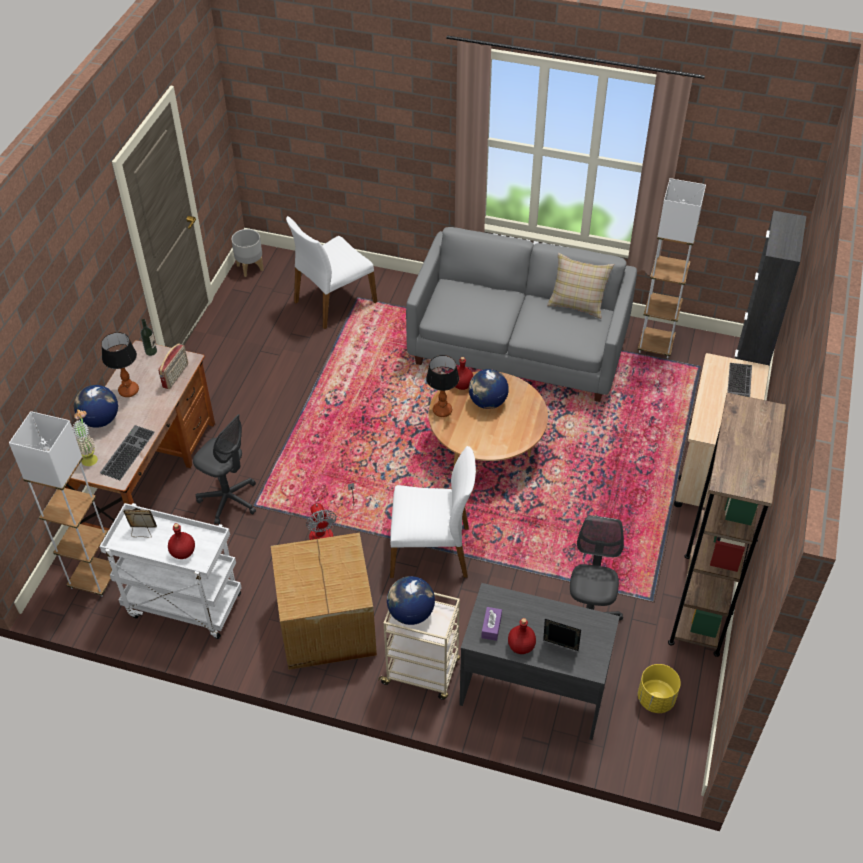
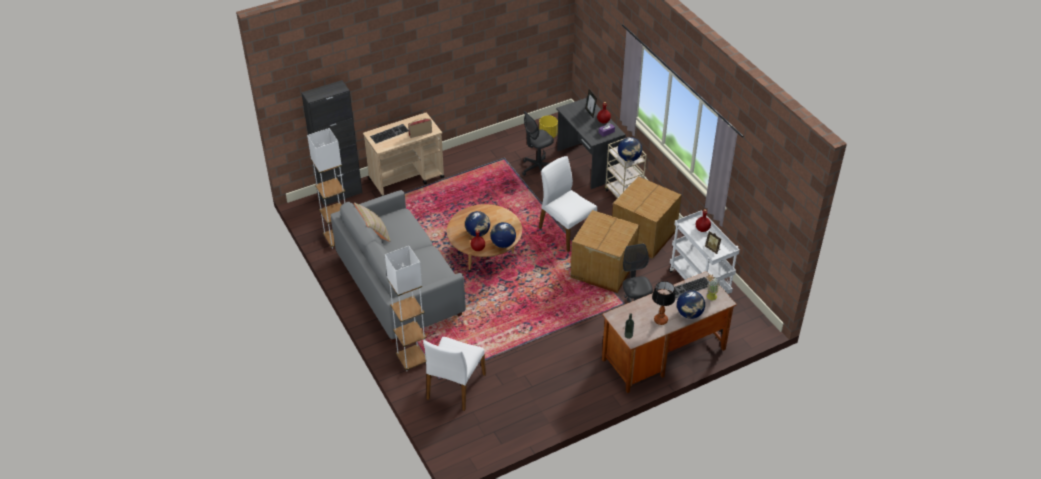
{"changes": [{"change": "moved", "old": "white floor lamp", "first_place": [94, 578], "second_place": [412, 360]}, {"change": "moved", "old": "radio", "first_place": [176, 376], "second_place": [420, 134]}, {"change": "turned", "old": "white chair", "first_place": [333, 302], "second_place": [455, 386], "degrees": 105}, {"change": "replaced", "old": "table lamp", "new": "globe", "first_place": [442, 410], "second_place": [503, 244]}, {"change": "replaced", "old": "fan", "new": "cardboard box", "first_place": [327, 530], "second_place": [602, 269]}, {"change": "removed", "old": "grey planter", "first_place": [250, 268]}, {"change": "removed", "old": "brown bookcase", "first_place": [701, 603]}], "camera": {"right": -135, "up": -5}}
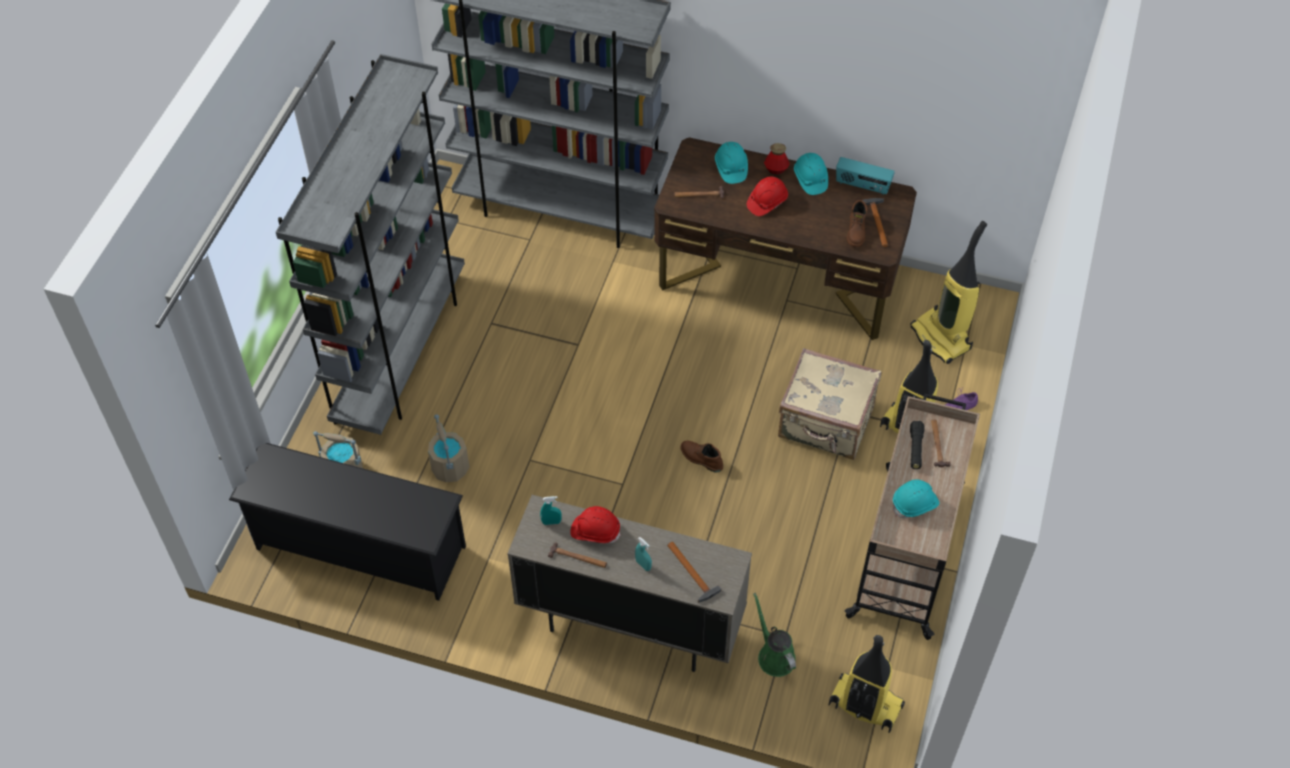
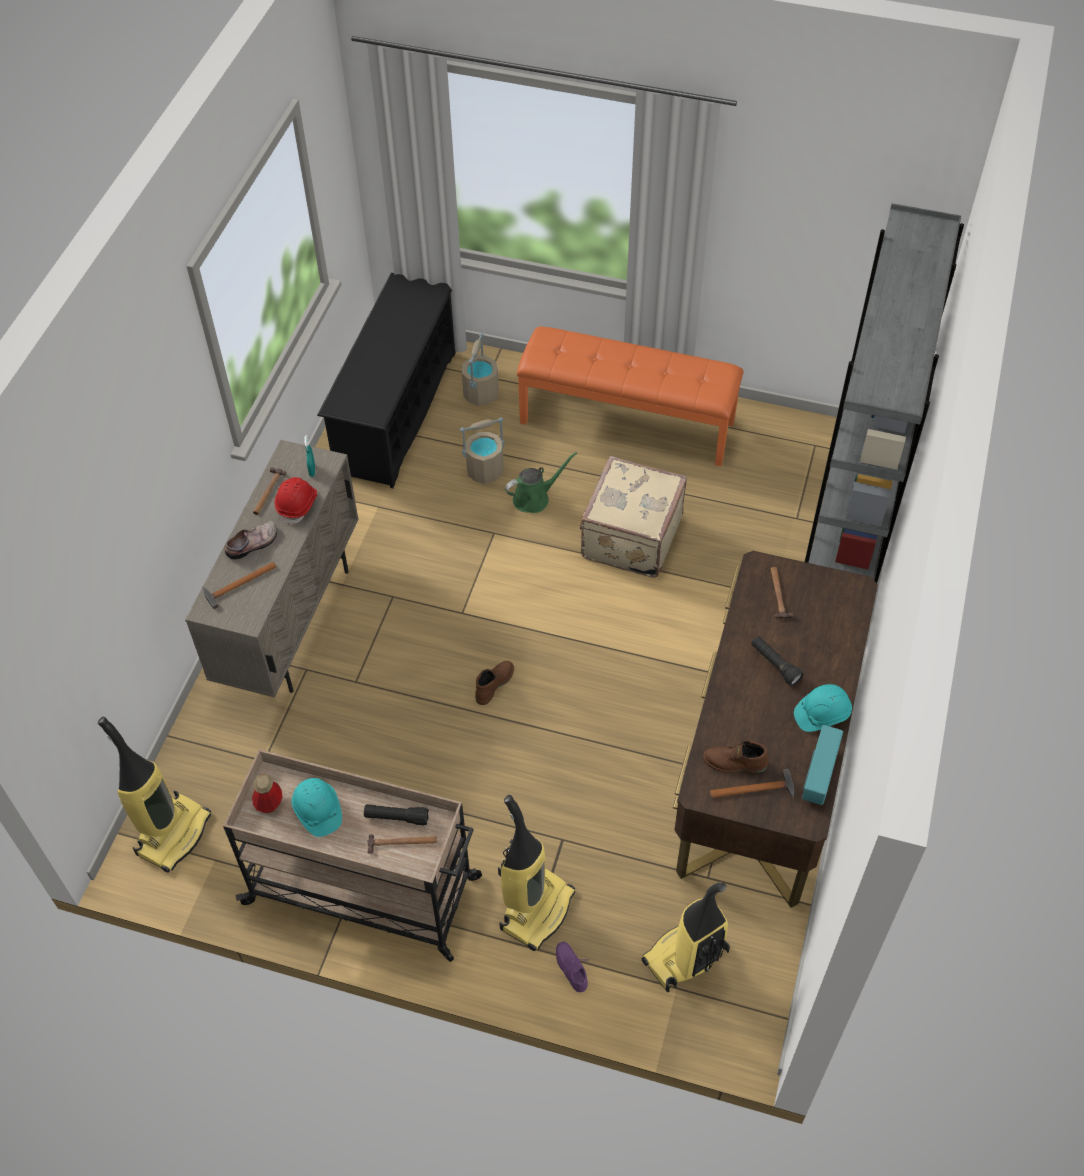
{"changes": [{"change": "replaced", "old": "turquoise spray bottle", "new": "shoe", "first_place": [643, 565], "second_place": [253, 544]}, {"change": "moved", "old": "bottle", "first_place": [776, 169], "second_place": [269, 803]}, {"change": "moved", "old": "green watering can", "first_place": [774, 655], "second_place": [534, 498]}, {"change": "replaced", "old": "grey bookcase", "new": "orange bench", "first_place": [401, 352], "second_place": [627, 421]}, {"change": "moved", "old": "beige suitcase", "first_place": [826, 423], "second_place": [629, 537]}, {"change": "replaced", "old": "red hard hat", "new": "black flashlight", "first_place": [767, 202], "second_place": [774, 665]}, {"change": "removed", "old": "turquoise hard hat", "first_place": [730, 168]}], "camera": {"right": 90, "up": 0}}
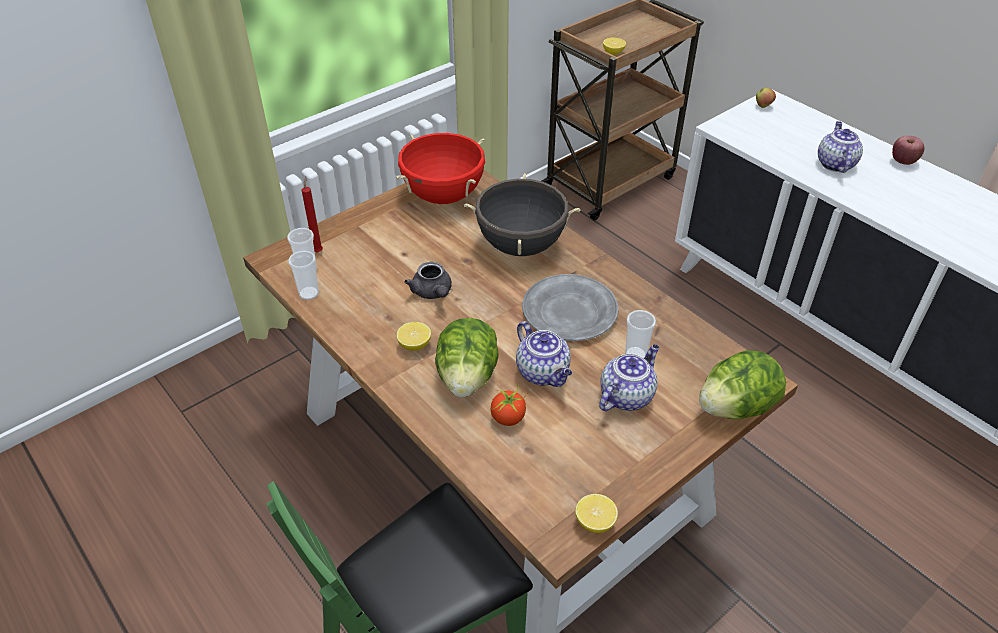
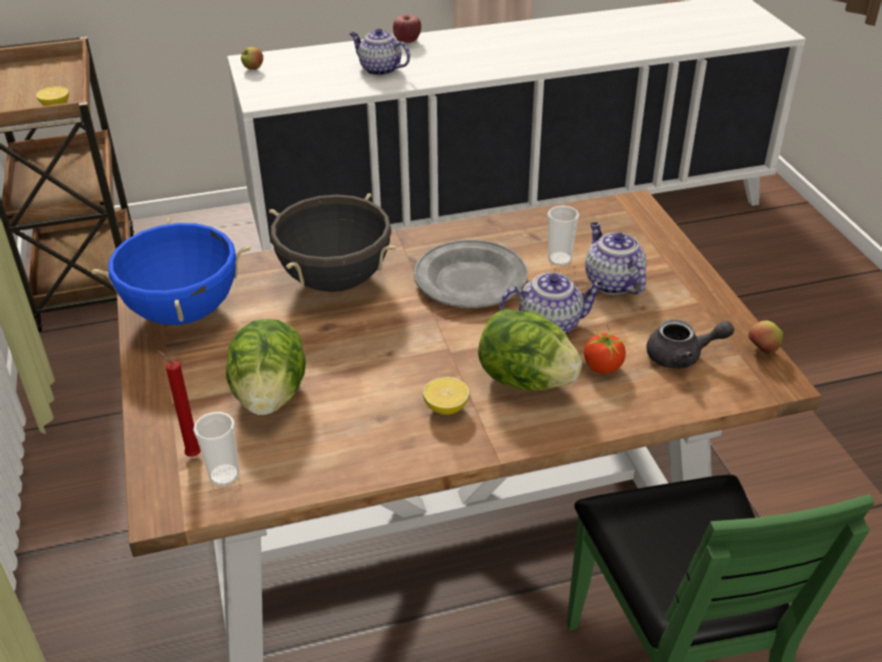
{"changes": [{"change": "recoloured", "old": "red cooking pot", "new": "blue cooking pot", "first_place": [443, 196], "second_place": [183, 312]}, {"change": "moved", "old": "lettuce", "first_place": [736, 407], "second_place": [270, 396]}, {"change": "moved", "old": "grey teapot", "first_place": [433, 293], "second_place": [682, 356]}, {"change": "replaced", "old": "lemon", "new": "apple", "first_place": [595, 522], "second_place": [762, 350]}, {"change": "removed", "old": "cup", "first_place": [309, 293]}], "camera": {"right": -65, "up": -5}}
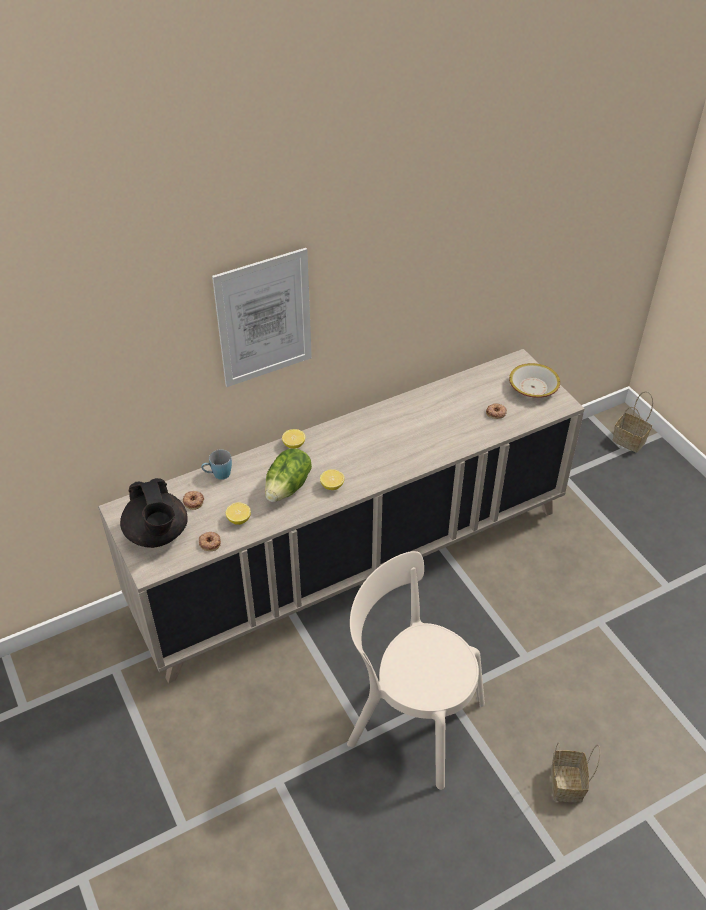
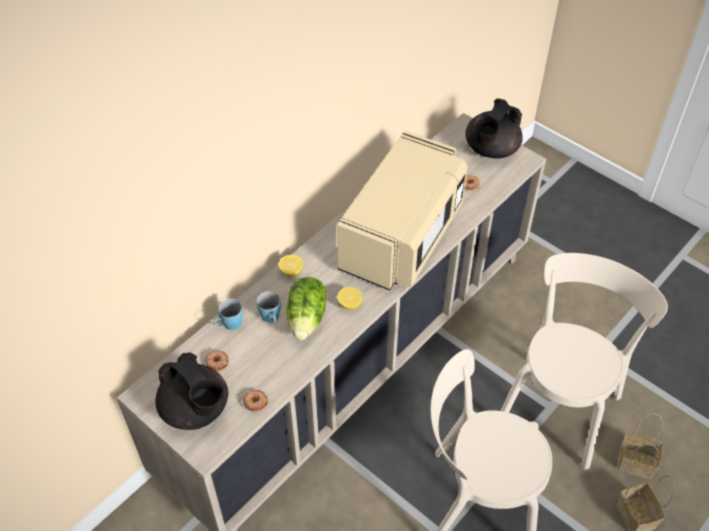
{"changes": [{"change": "added", "new": "blue mug", "second_place": [271, 319]}, {"change": "added", "new": "beige microwave", "second_place": [402, 237]}, {"change": "replaced", "old": "bowl", "new": "black teapot", "first_place": [532, 387], "second_place": [490, 150]}, {"change": "added", "new": "beige chair", "second_place": [560, 405]}, {"change": "moved", "old": "basket", "first_place": [630, 441], "second_place": [637, 462]}, {"change": "removed", "old": "picture", "first_place": [264, 318]}, {"change": "removed", "old": "lemon", "first_place": [239, 519]}], "camera": {"right": -20, "up": 5}}
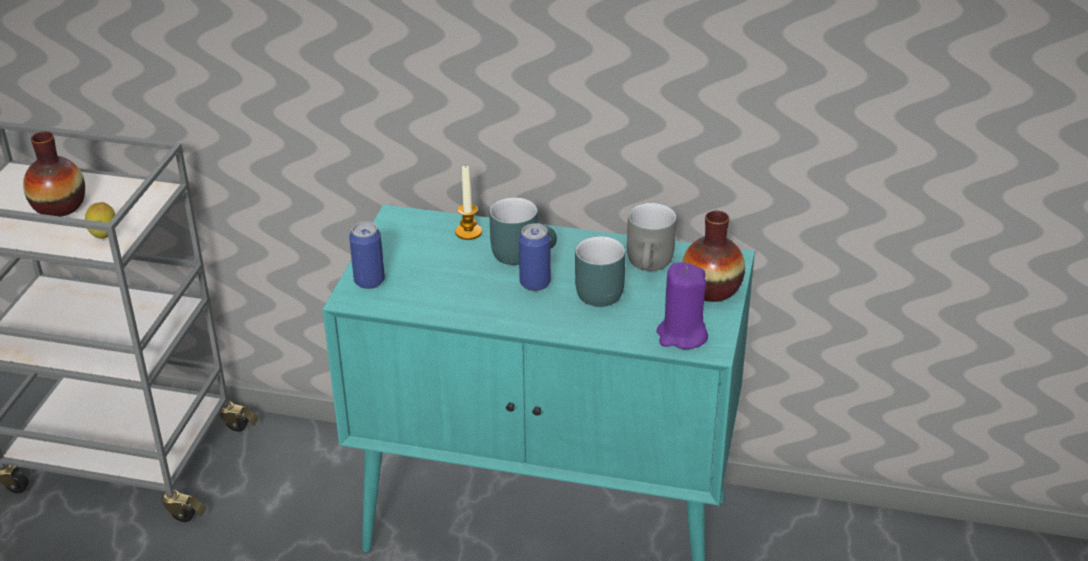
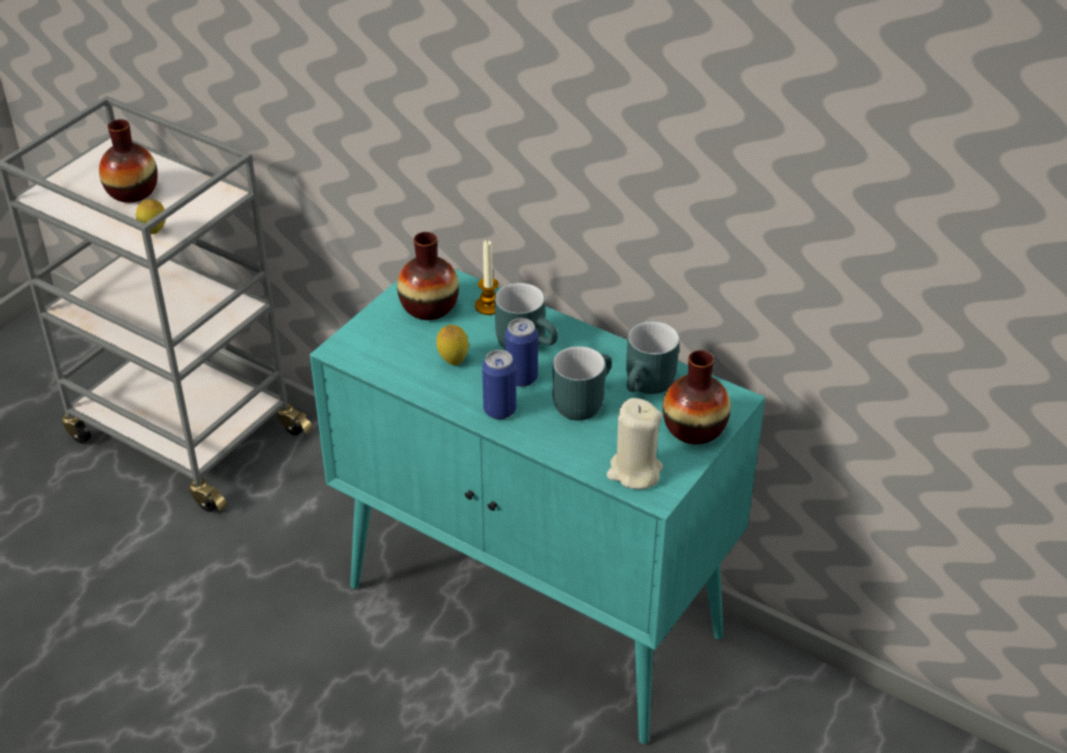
{"changes": [{"change": "added", "new": "vase", "second_place": [429, 307]}, {"change": "added", "new": "lemon", "second_place": [453, 361]}, {"change": "moved", "old": "can", "first_place": [369, 281], "second_place": [499, 410]}, {"change": "recoloured", "old": "purple candle", "new": "beige candle", "first_place": [681, 335], "second_place": [634, 472]}, {"change": "recoloured", "old": "grey mug", "new": "turquoise mug", "first_place": [652, 264], "second_place": [649, 386]}], "camera": {"right": 20, "up": 5}}
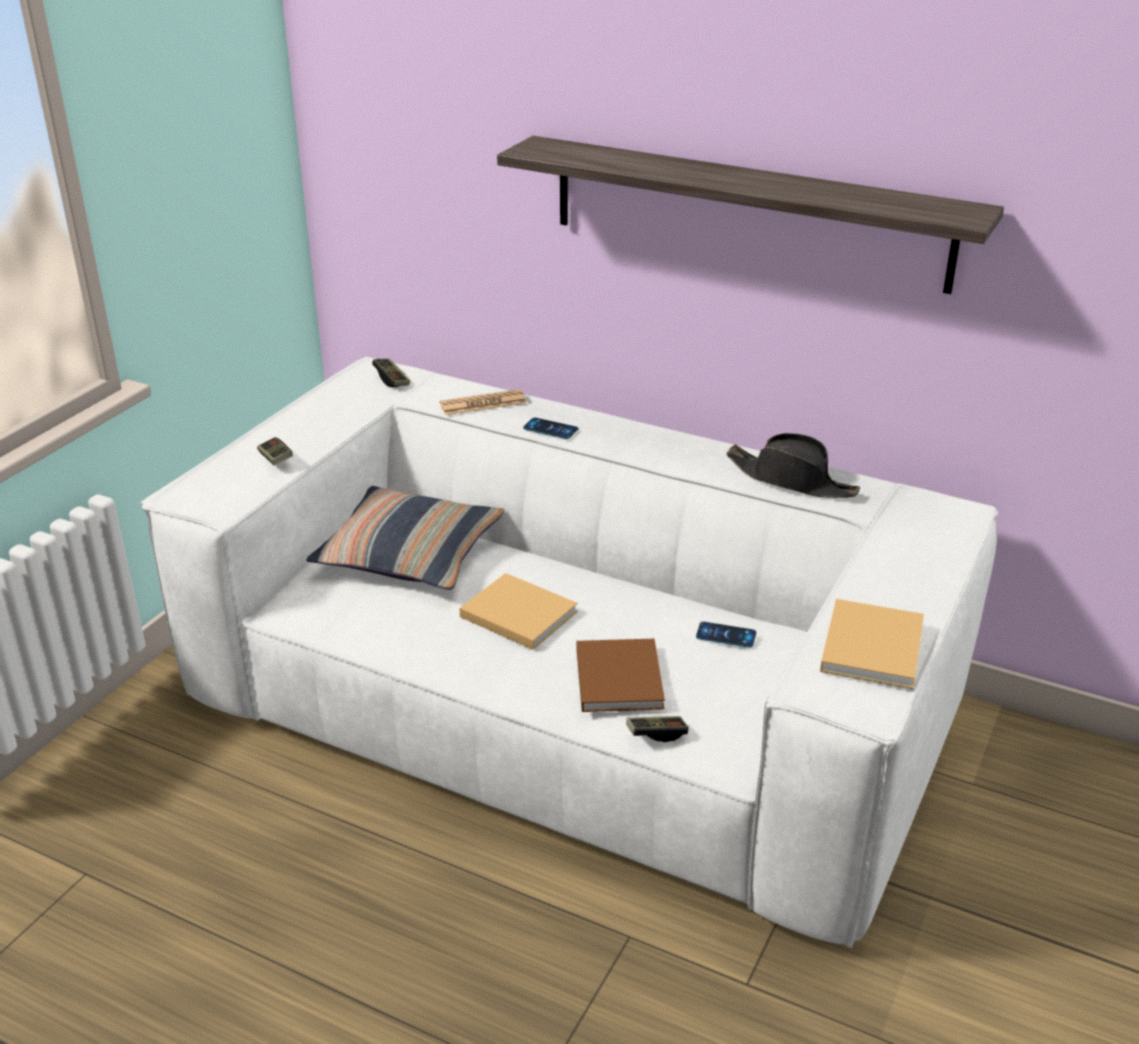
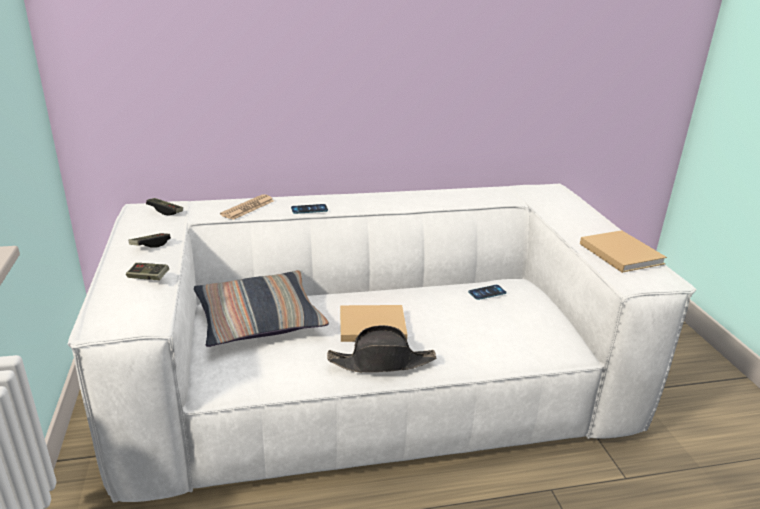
{"changes": [{"change": "moved", "old": "game controller", "first_place": [656, 734], "second_place": [150, 245]}, {"change": "moved", "old": "black hat", "first_place": [791, 480], "second_place": [382, 362]}, {"change": "removed", "old": "shelf", "first_place": [747, 213]}, {"change": "removed", "old": "brown book", "first_place": [618, 676]}], "camera": {"right": -40, "up": -5}}
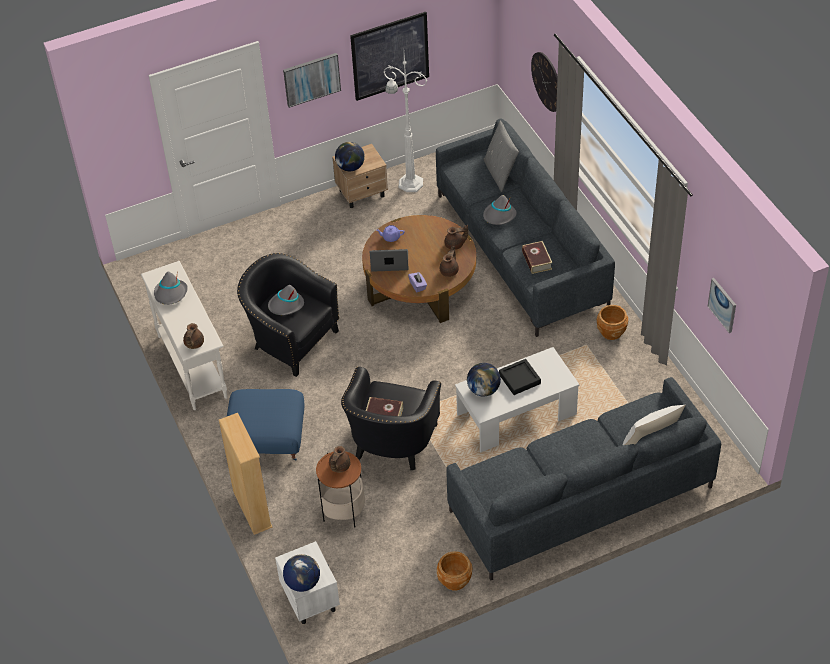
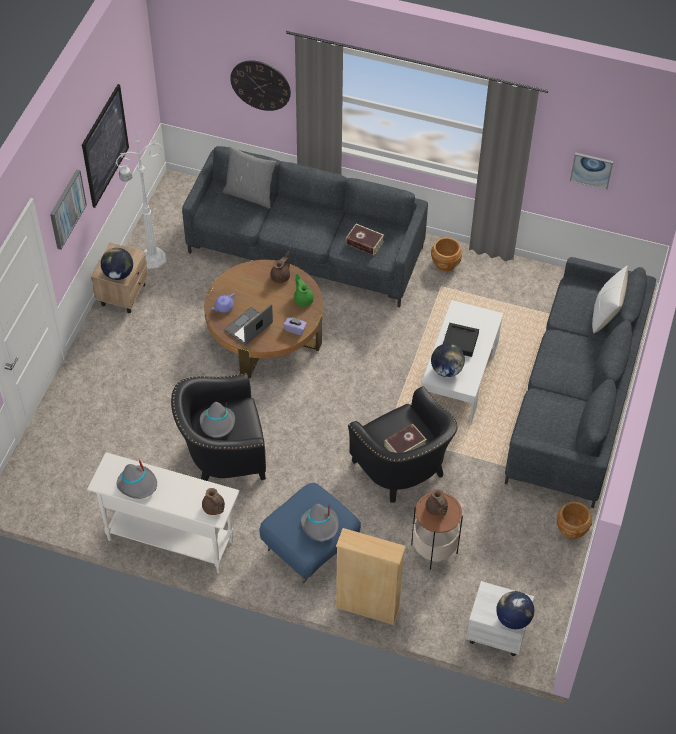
{"changes": [{"change": "recoloured", "old": "brown teapot", "new": "green teapot", "first_place": [449, 270], "second_place": [303, 299]}, {"change": "moved", "old": "grey hat", "first_place": [499, 216], "second_place": [320, 525]}], "camera": {"right": -50, "up": 5}}
